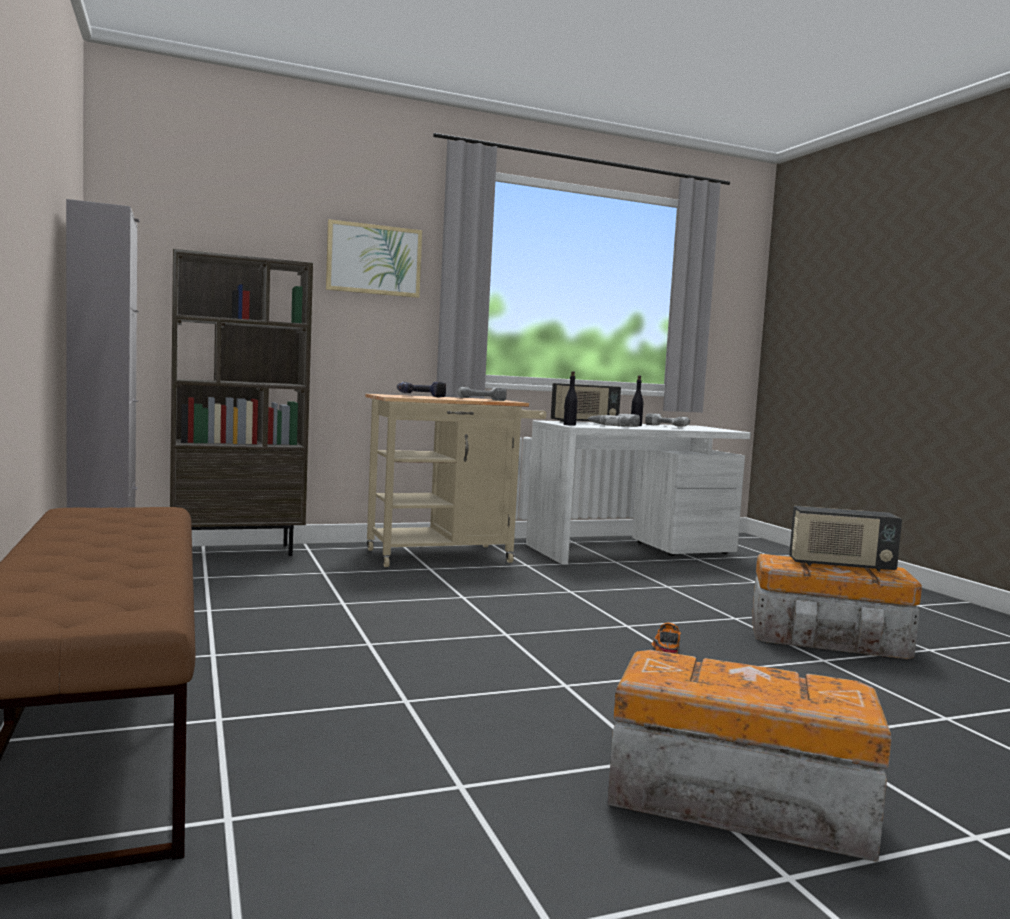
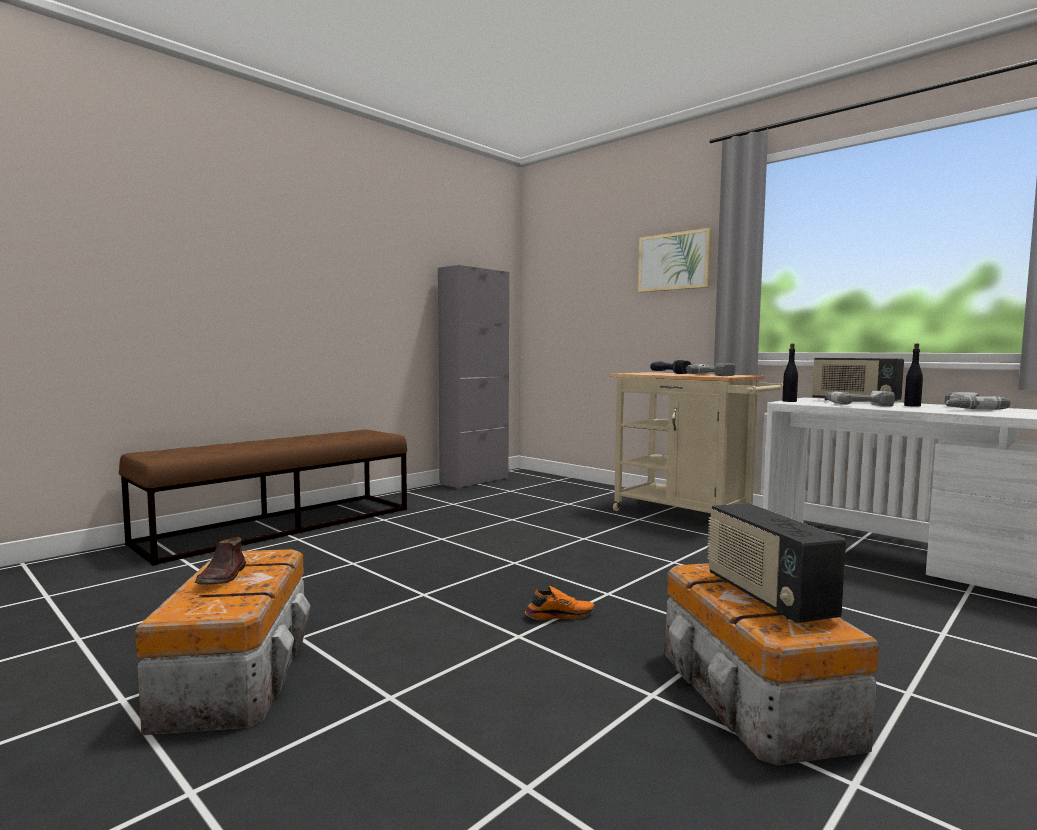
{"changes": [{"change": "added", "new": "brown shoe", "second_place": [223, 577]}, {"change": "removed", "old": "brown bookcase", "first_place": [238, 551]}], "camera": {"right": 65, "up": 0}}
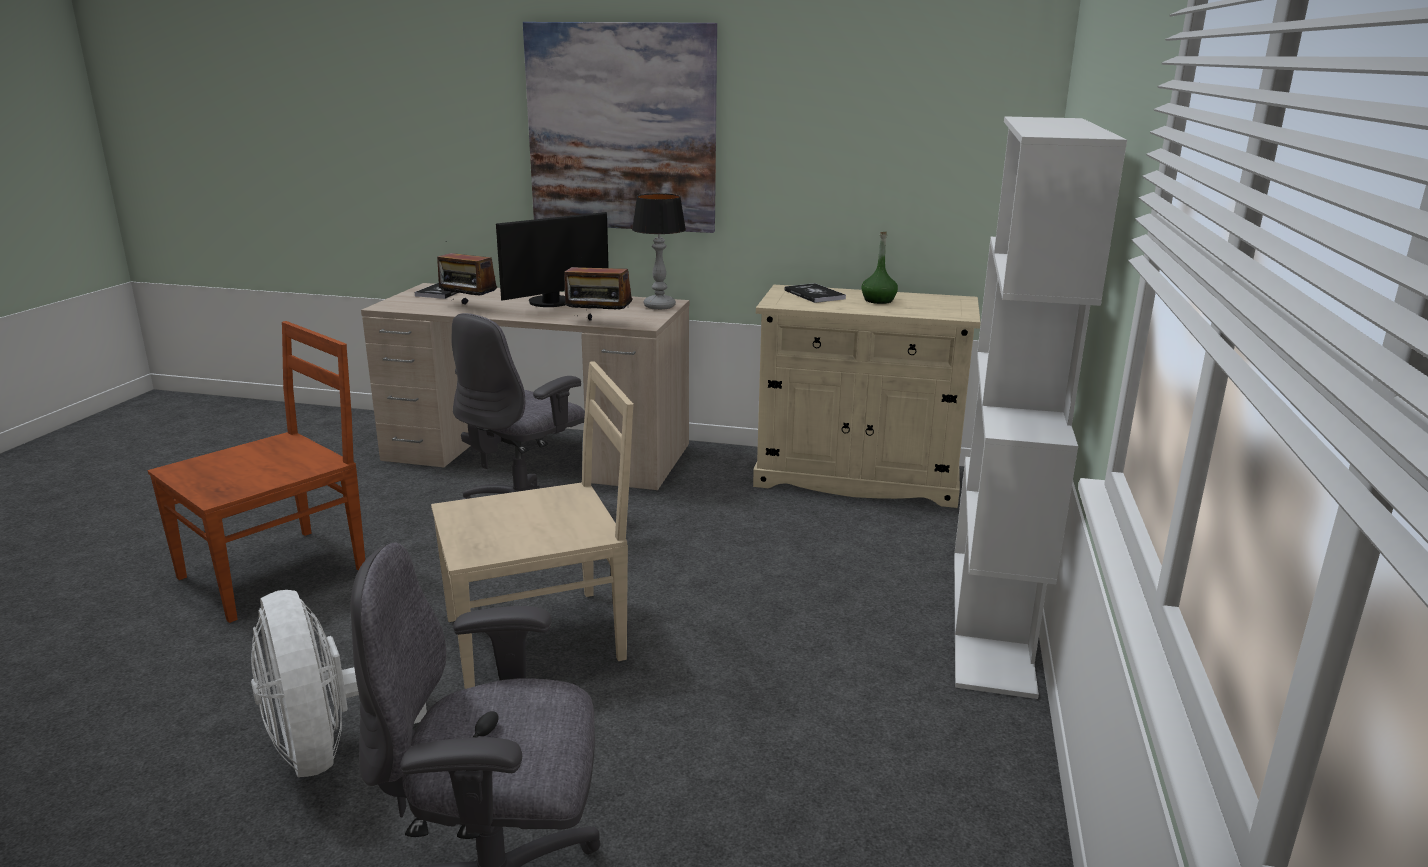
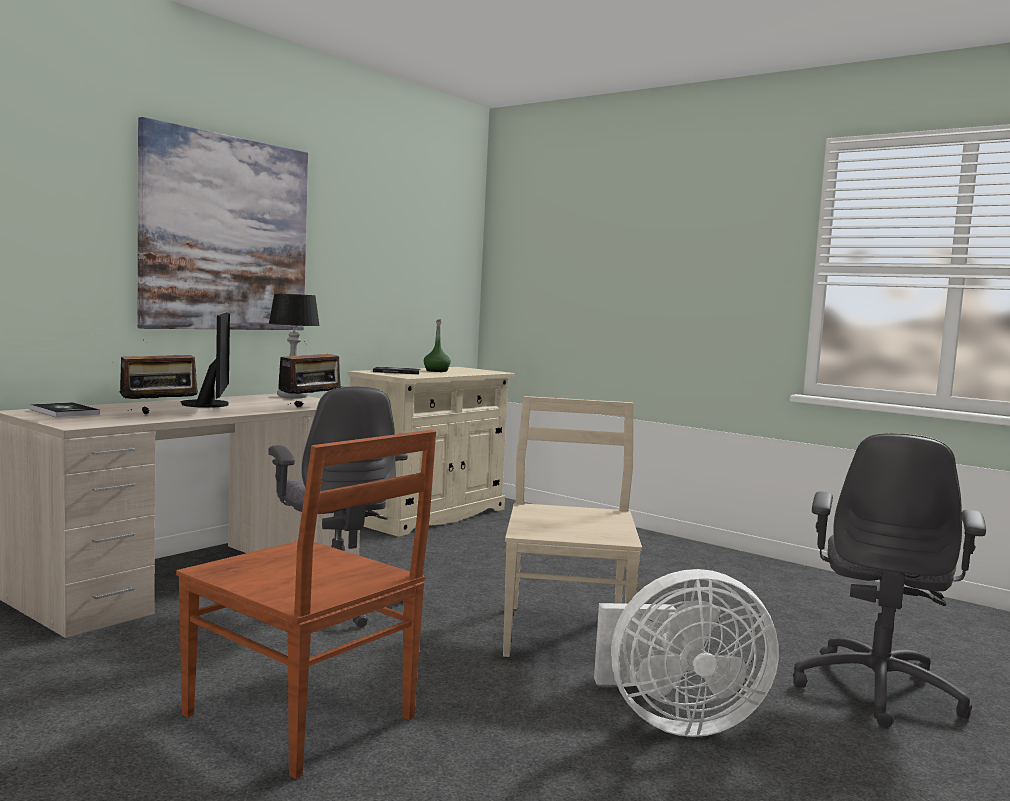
{"changes": [{"change": "turned", "old": "brown chair", "first_place": [277, 571], "second_place": [302, 718], "degrees": 150}, {"change": "removed", "old": "white bookcase", "first_place": [992, 618]}], "camera": {"right": -65, "up": -15}}
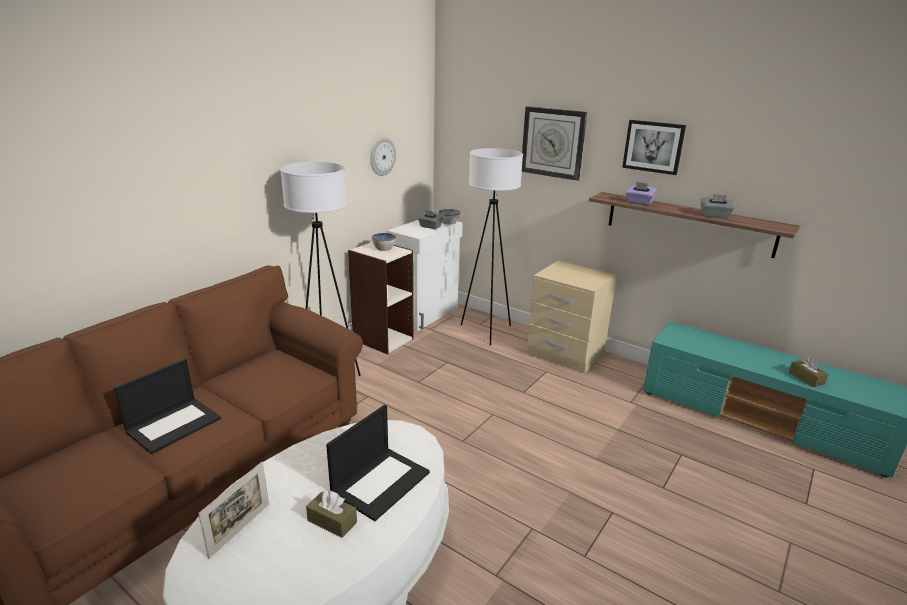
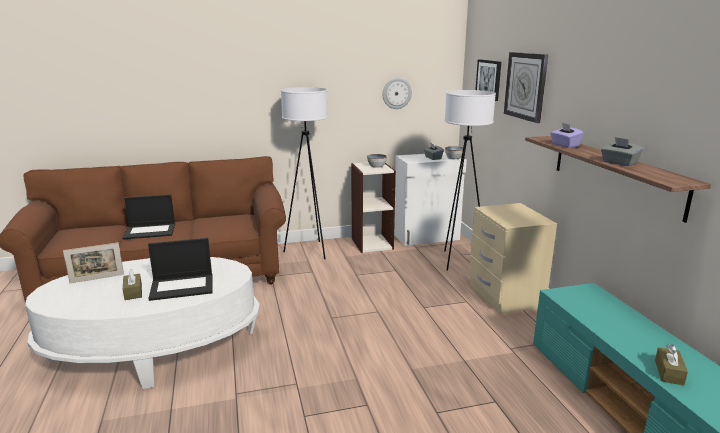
{"changes": [{"change": "moved", "old": "picture", "first_place": [653, 146], "second_place": [489, 79]}], "camera": {"right": 40, "up": -5}}
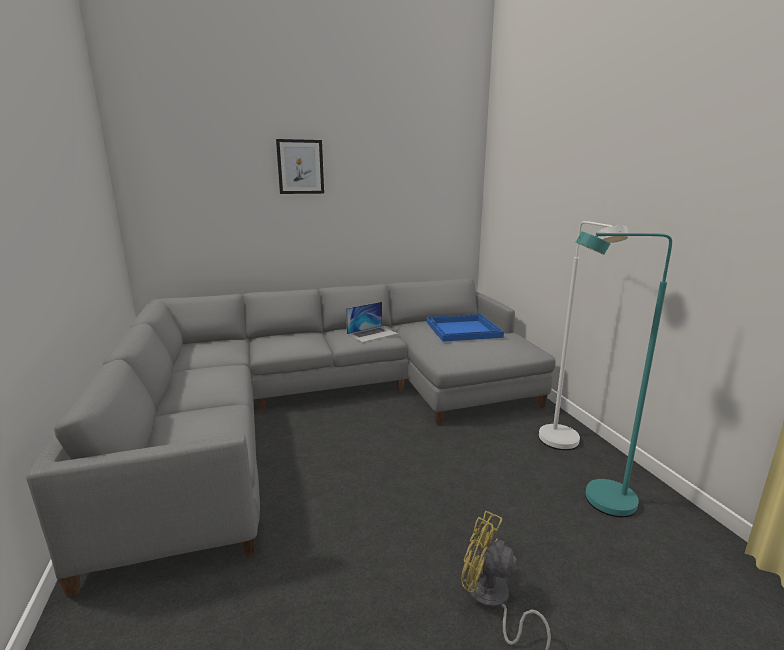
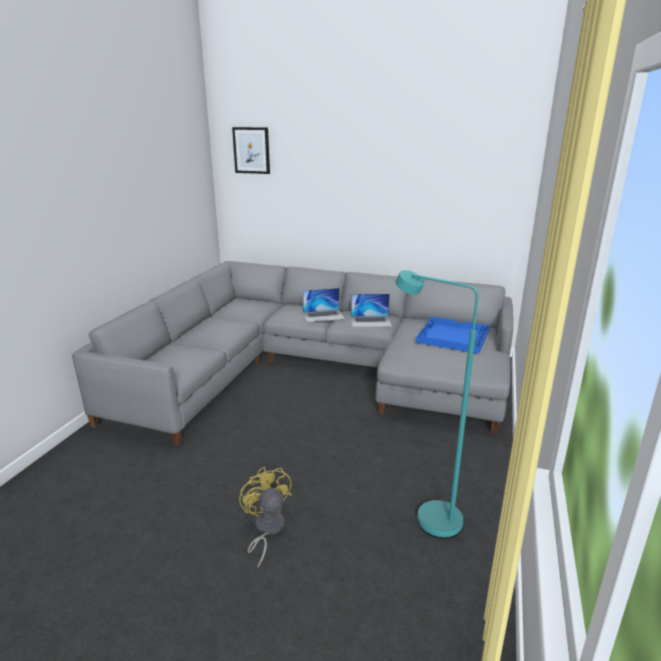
{"changes": [{"change": "moved", "old": "picture", "first_place": [300, 167], "second_place": [251, 150]}, {"change": "added", "new": "laptop", "second_place": [323, 315]}, {"change": "removed", "old": "white floor lamp", "first_place": [563, 445]}], "camera": {"right": 35, "up": 5}}
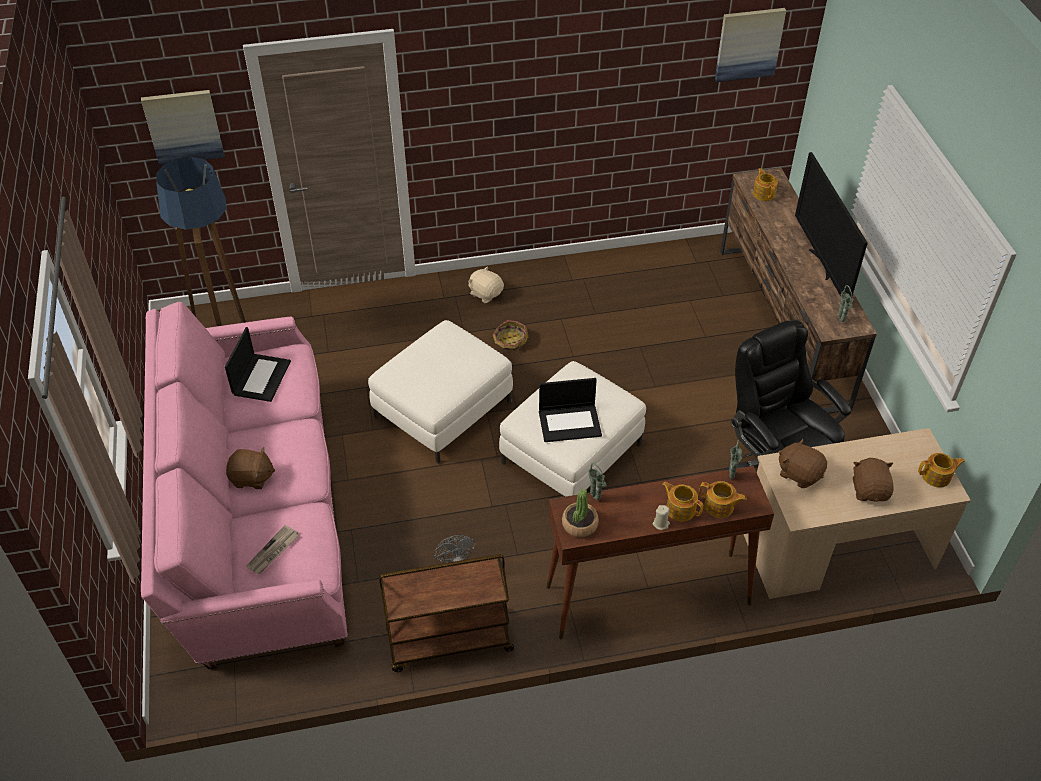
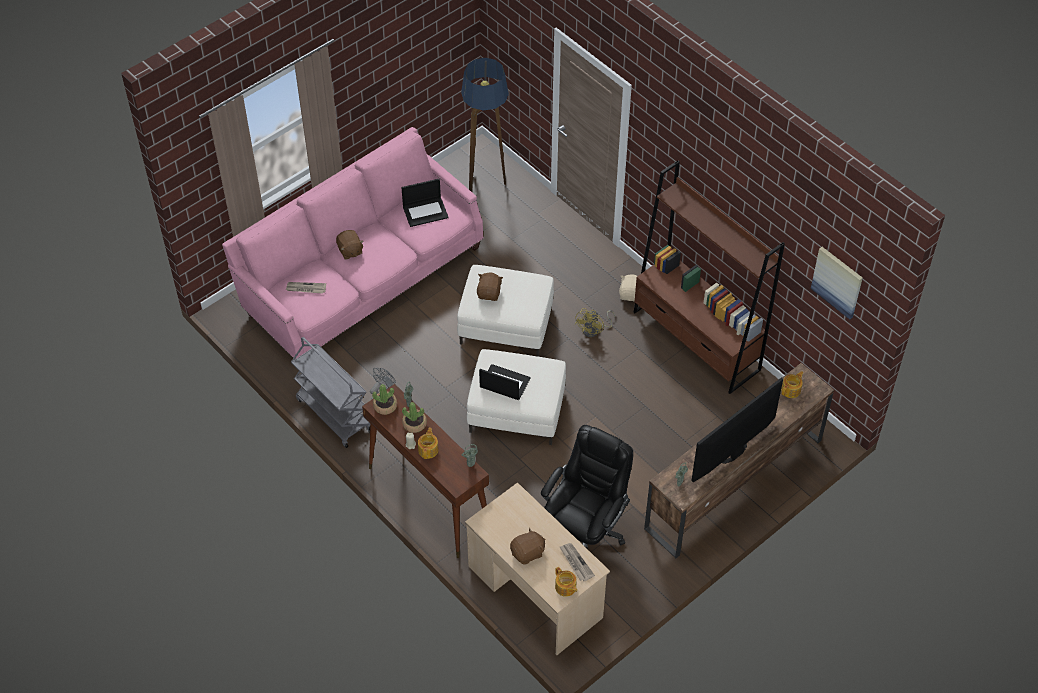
{"changes": [{"change": "recoloured", "old": "brown cart", "new": "grey cart", "first_place": [448, 641], "second_place": [333, 414]}, {"change": "added", "new": "potted plant", "second_place": [414, 424]}, {"change": "moved", "old": "brown plush toy", "first_place": [799, 473], "second_place": [489, 293]}, {"change": "turned", "old": "laptop", "first_place": [570, 423], "second_place": [504, 383], "degrees": 150}, {"change": "added", "new": "newspaper", "second_place": [575, 562]}, {"change": "replaced", "old": "basket", "new": "yellow fan", "first_place": [510, 341], "second_place": [594, 330]}, {"change": "added", "new": "brown bookcase", "second_place": [696, 341]}, {"change": "removed", "old": "picture", "first_place": [183, 126]}, {"change": "removed", "old": "teapot", "first_place": [719, 506]}], "camera": {"right": 60, "up": 5}}
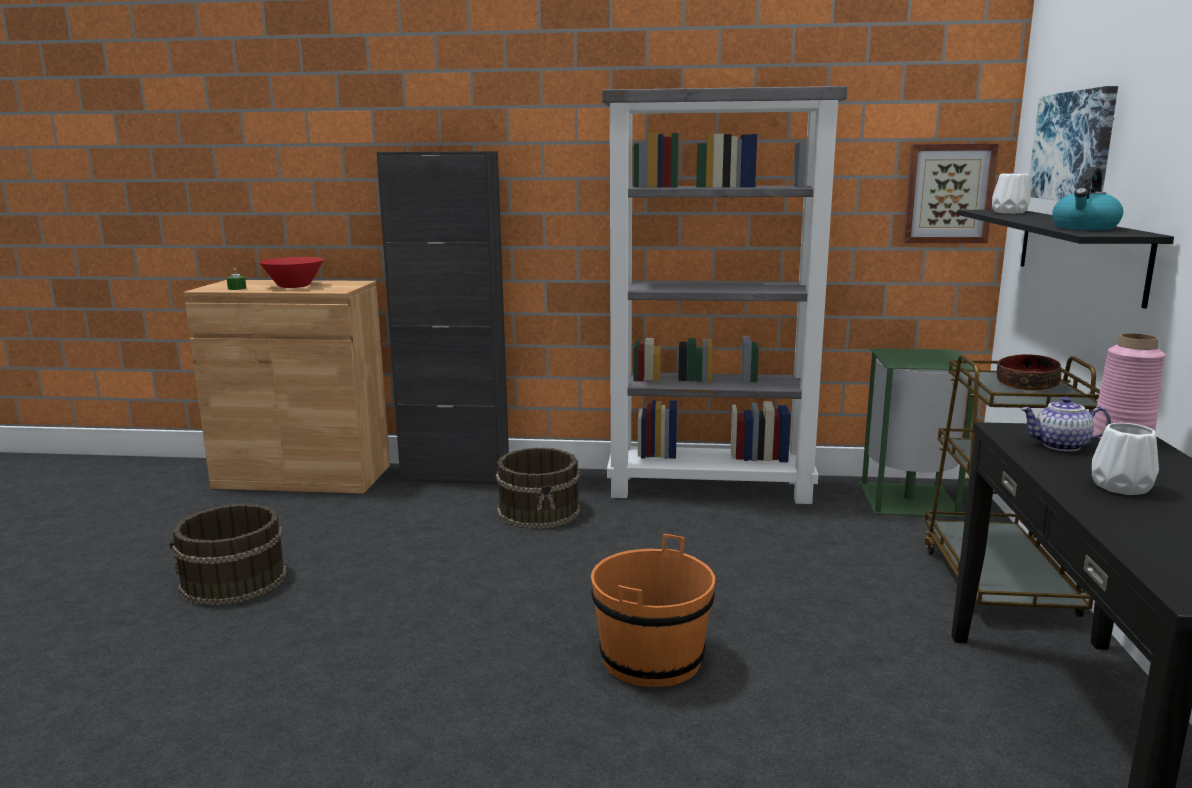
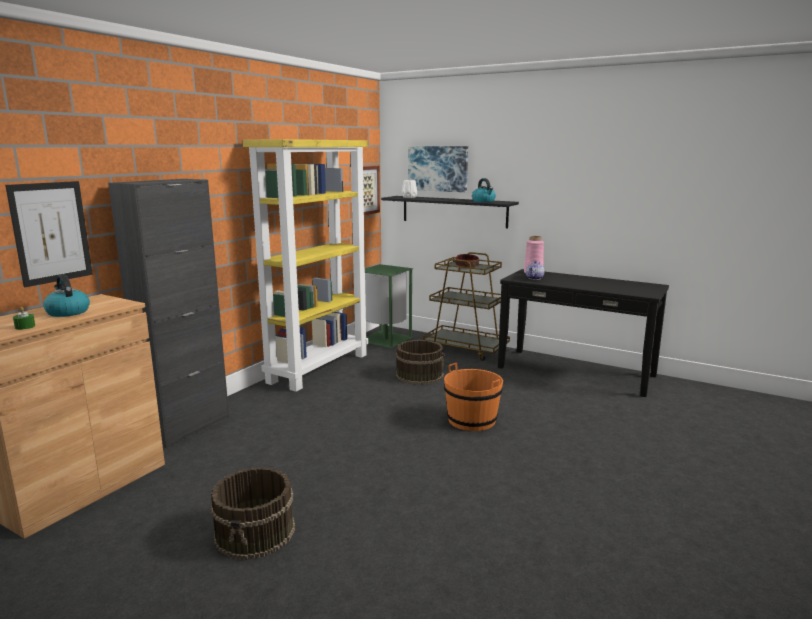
{"changes": [{"change": "added", "new": "picture", "second_place": [51, 232]}, {"change": "replaced", "old": "red bowl", "new": "kettle", "first_place": [294, 286], "second_place": [67, 312]}, {"change": "recoloured", "old": "grey bookcase", "new": "yellow bookcase", "first_place": [711, 488], "second_place": [319, 368]}, {"change": "moved", "old": "brown bucket", "first_place": [539, 511], "second_place": [419, 375]}, {"change": "removed", "old": "white vase", "first_place": [1119, 486]}], "camera": {"right": -65, "up": 0}}
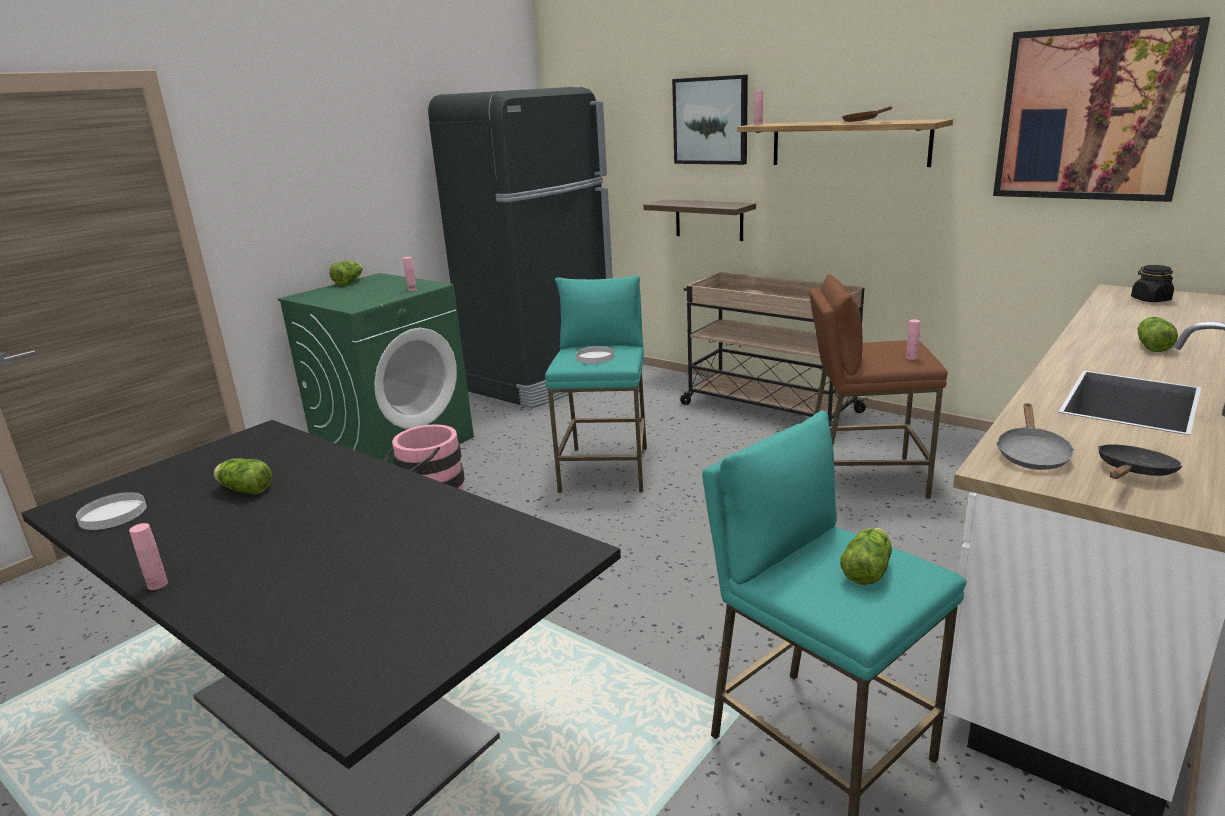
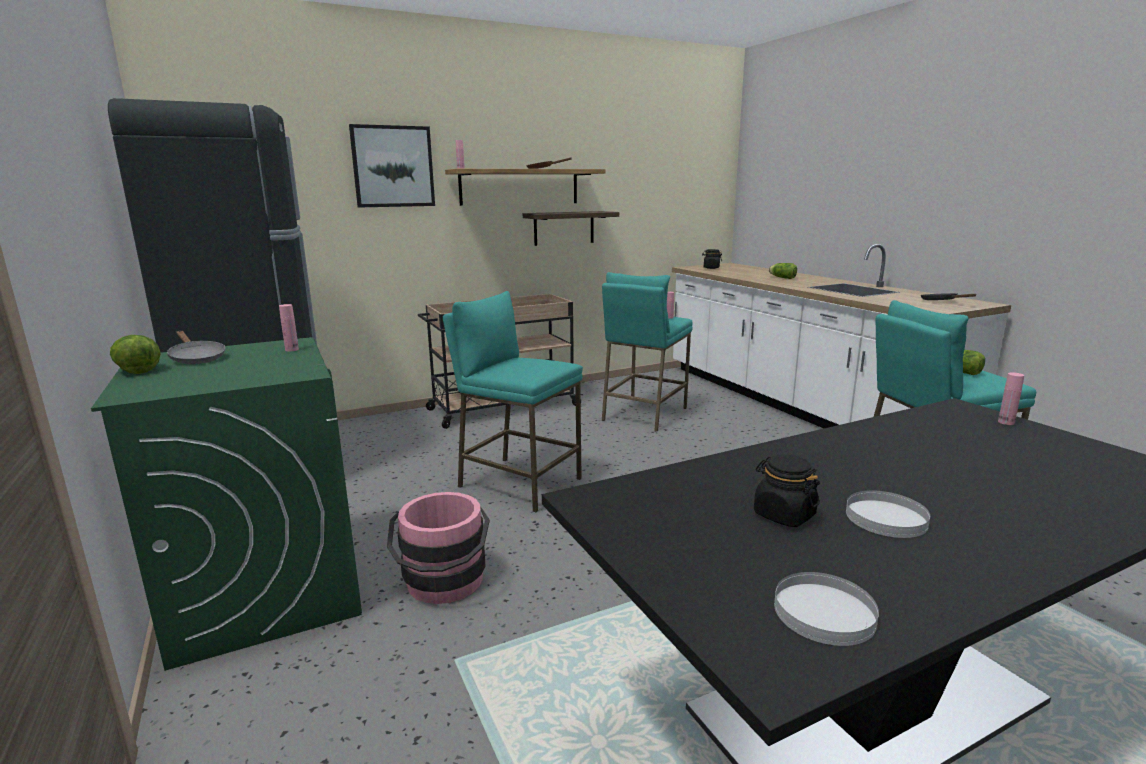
{"changes": [{"change": "moved", "old": "grey frying pan", "first_place": [1031, 454], "second_place": [196, 358]}, {"change": "moved", "old": "shelf", "first_place": [709, 219], "second_place": [564, 228]}, {"change": "recoloured", "old": "brown stool", "new": "turquoise stool", "first_place": [863, 478], "second_place": [644, 414]}, {"change": "replaced", "old": "lettuce", "new": "black jar", "first_place": [244, 489], "second_place": [783, 515]}, {"change": "moved", "old": "white plate", "first_place": [595, 357], "second_place": [885, 518]}, {"change": "moved", "old": "pink bottle", "first_place": [157, 584], "second_place": [1006, 422]}, {"change": "removed", "old": "picture", "first_place": [1092, 114]}], "camera": {"right": -65, "up": -5}}
